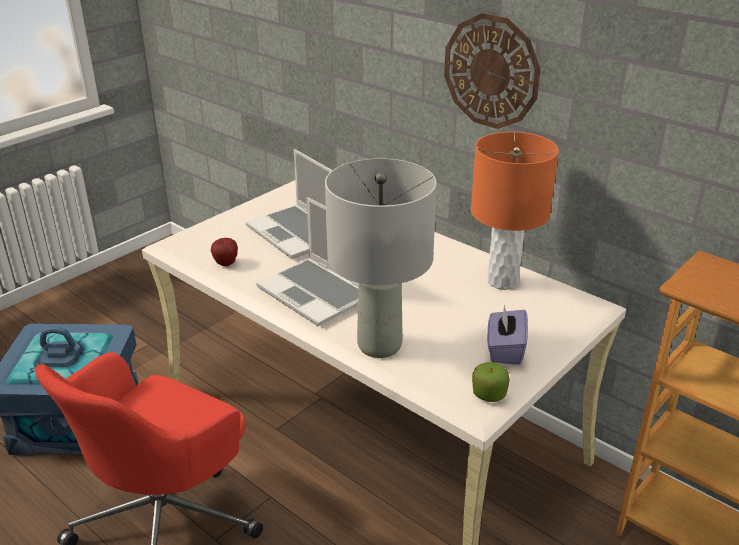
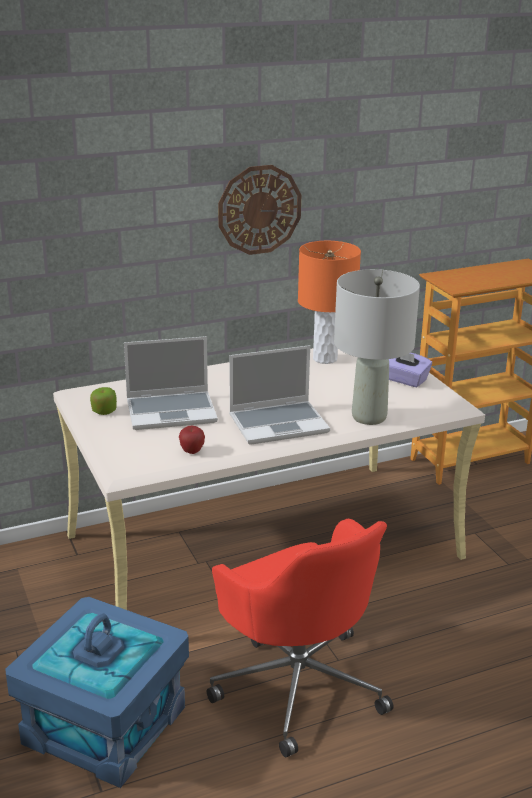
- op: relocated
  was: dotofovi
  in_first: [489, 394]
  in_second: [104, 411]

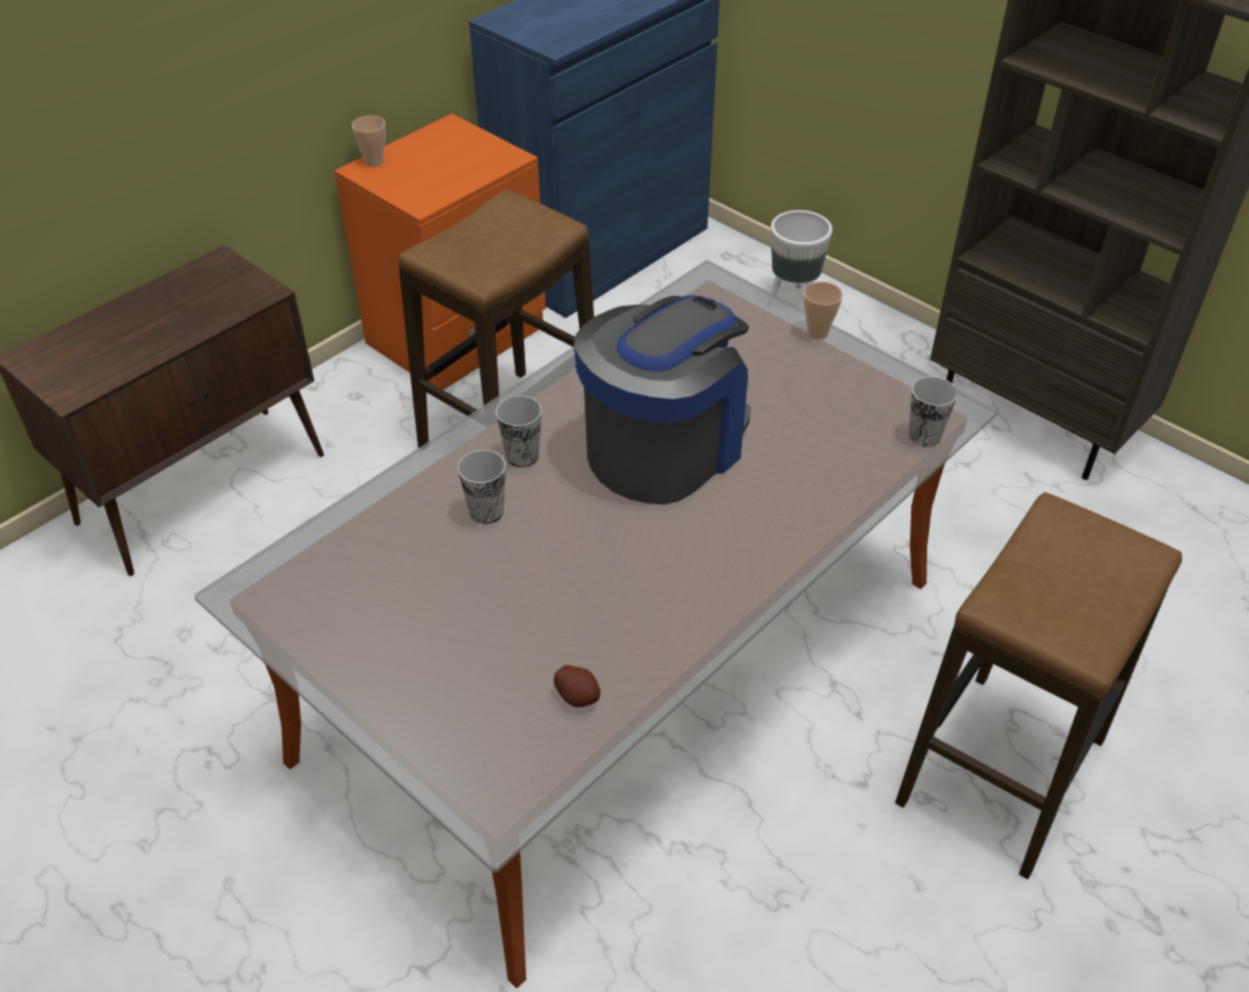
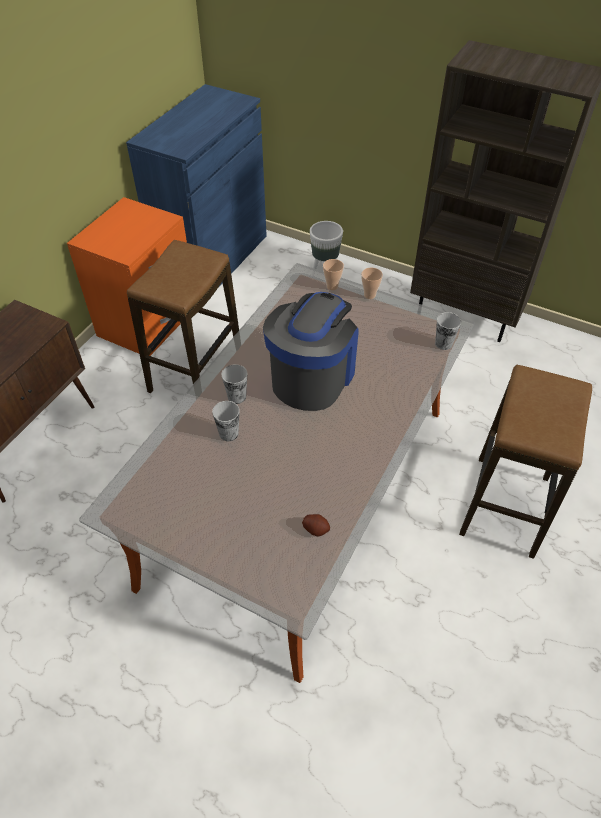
- op: relocated
  was: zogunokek
  in_first: [374, 162]
  in_second: [332, 286]

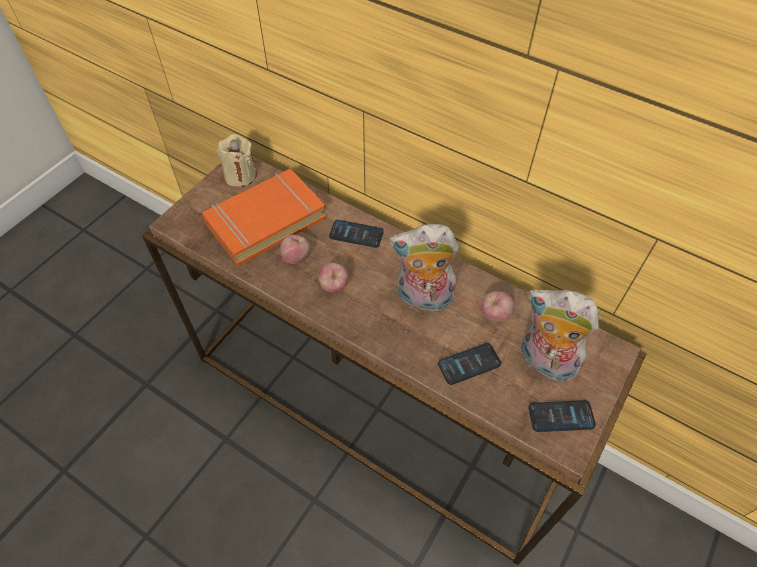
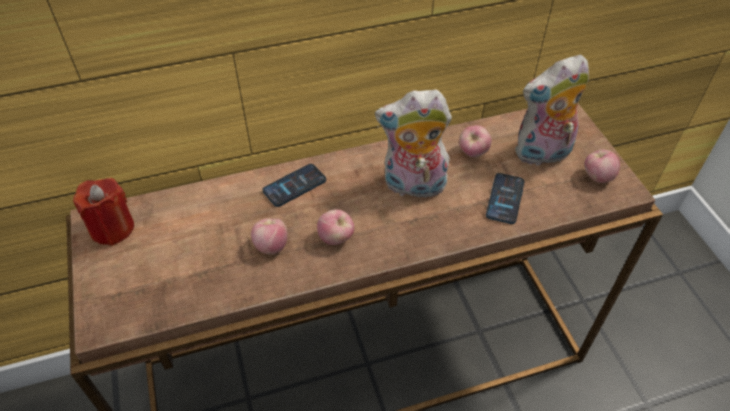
- op: colour
  was: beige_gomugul
  now: red_gomugul
  in_first: [240, 175]
  in_second: [112, 228]
- op: spun
  was: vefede
  in_first: [422, 299]
  in_second: [413, 186]
  clockwise: 45
- op: exchanged
  was: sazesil
  now: dotofovi
  in_first: [561, 416]
  in_second: [597, 177]
- op: missing
  was: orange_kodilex
  in_first: [265, 221]

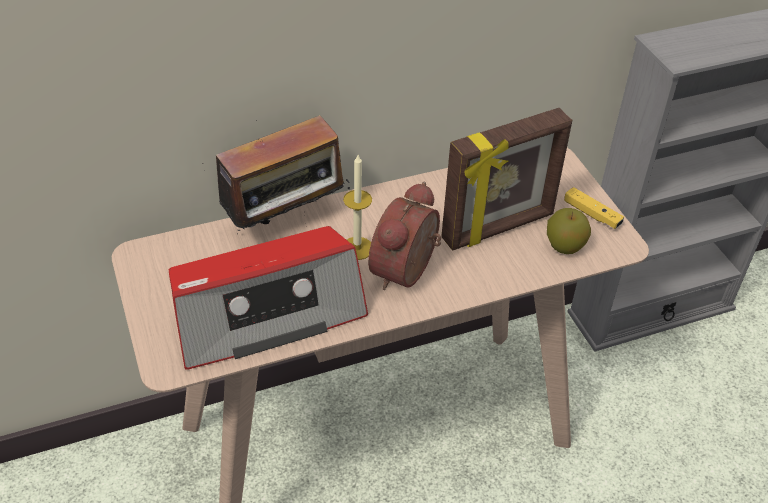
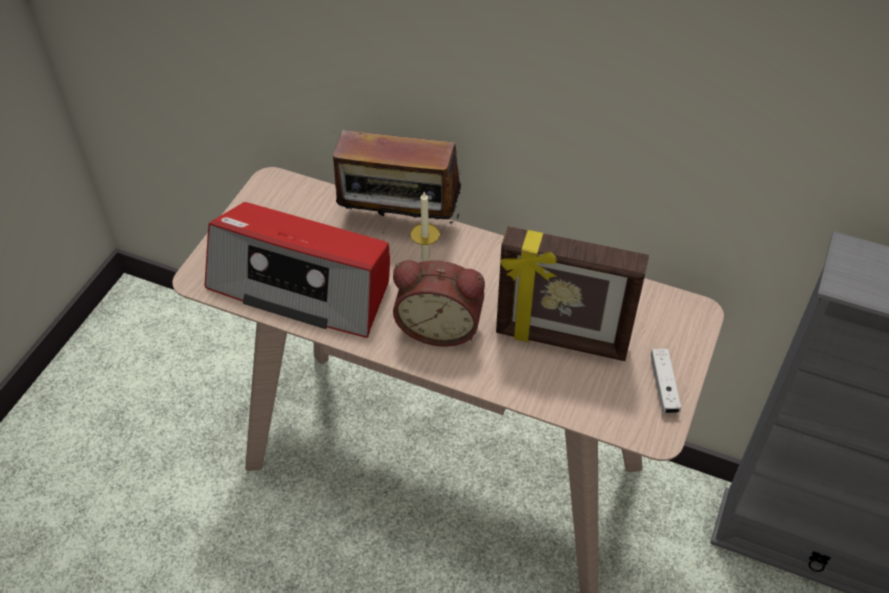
- op: spun
  was: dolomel
  in_first: [408, 272]
  in_second: [440, 326]
  clockwise: -150
- op: colour
  was: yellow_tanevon
  now: white_tanevon
  in_first: [592, 214]
  in_second: [663, 386]
- op: missing
  was: dotofovi
  in_first: [564, 246]

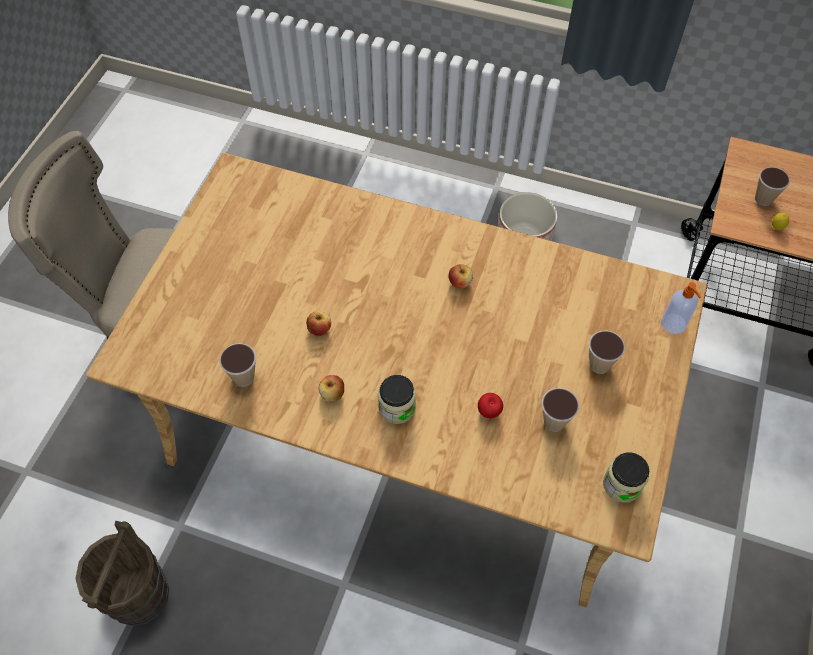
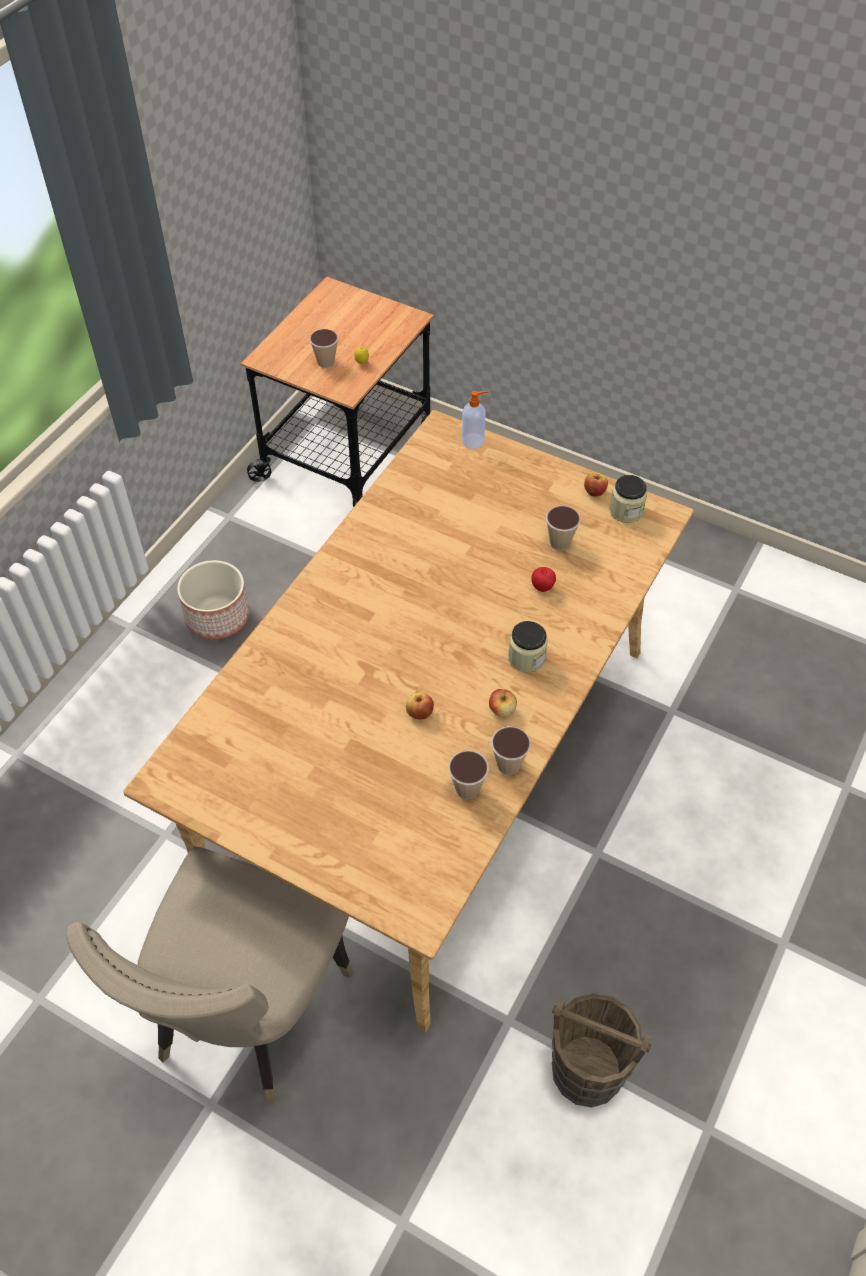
- op: relocated
  was: zogunokek
  in_first: [599, 365]
  in_second: [508, 765]
- op: relocated
  was: dotofovi
  in_first: [460, 282]
  in_second: [594, 492]

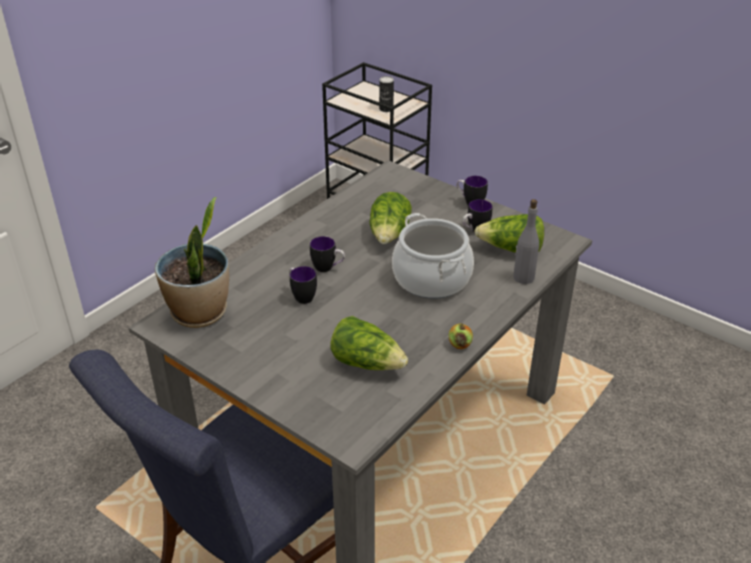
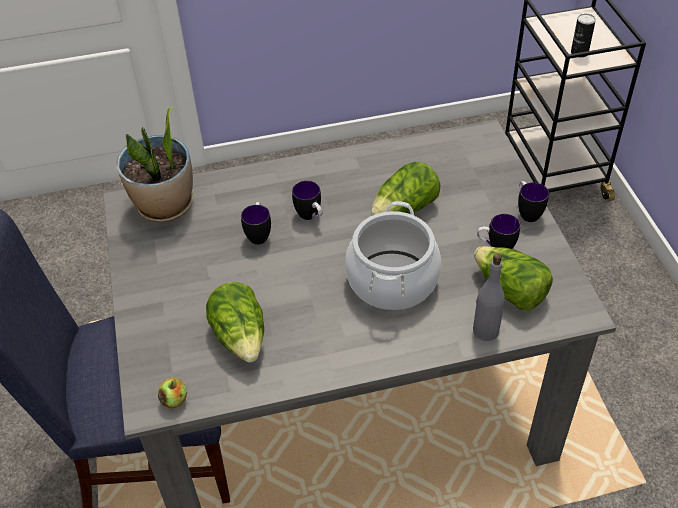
- op: relocated
  was: dotofovi
  in_first: [460, 344]
  in_second: [174, 400]

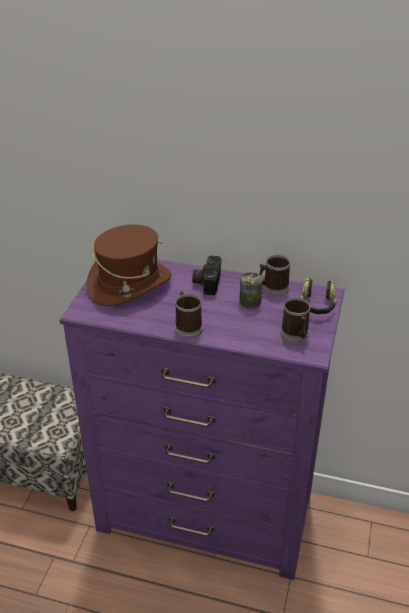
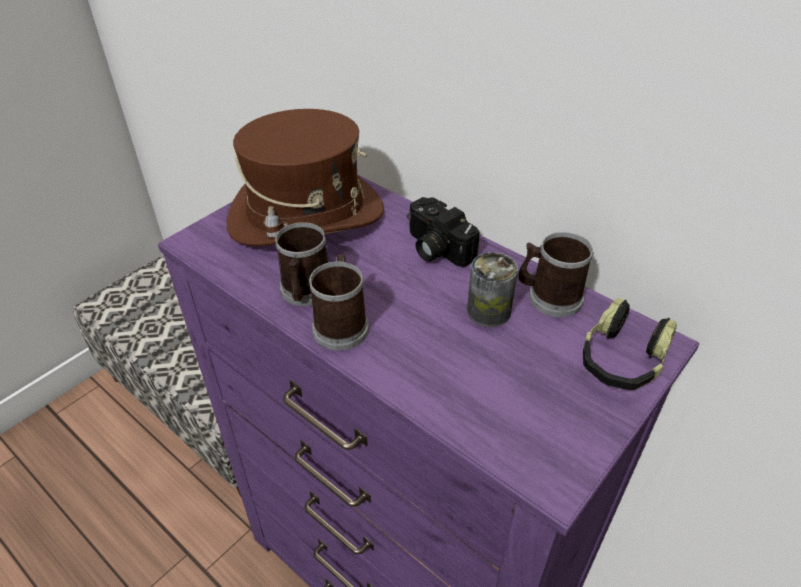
- op: relocated
  was: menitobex
  in_first: [295, 335]
  in_second: [305, 292]
- op: spun
  was: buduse
  in_first: [207, 282]
  in_second: [435, 248]
  clockwise: -75

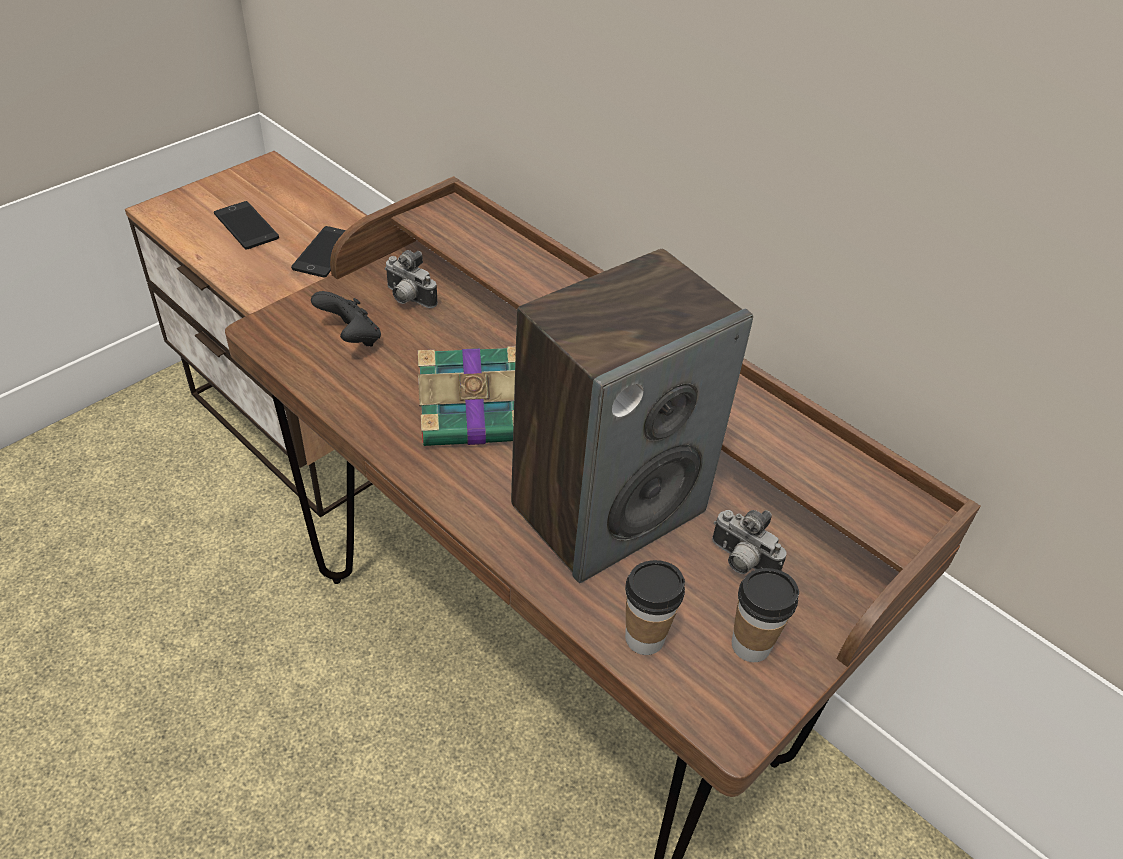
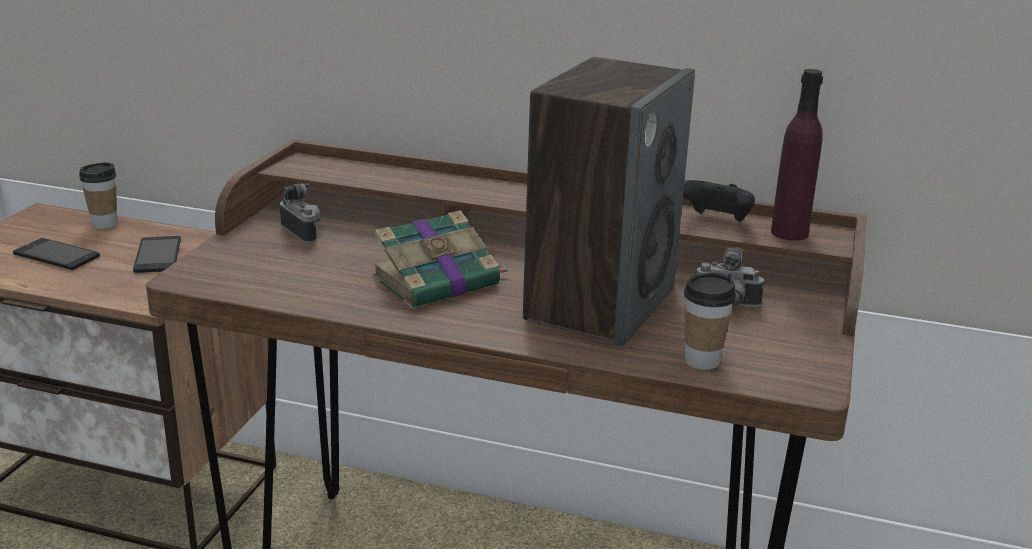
- op: relocated
  was: zogunokek
  in_first: [750, 645]
  in_second: [104, 224]
- op: spun
  was: buduse
  in_first: [408, 299]
  in_second: [304, 233]
  clockwise: -135
- op: relocated
  was: black_tanevon
  in_first: [351, 338]
  in_second: [716, 221]
- op: appeared
  now: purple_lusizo
  in_second: [789, 233]

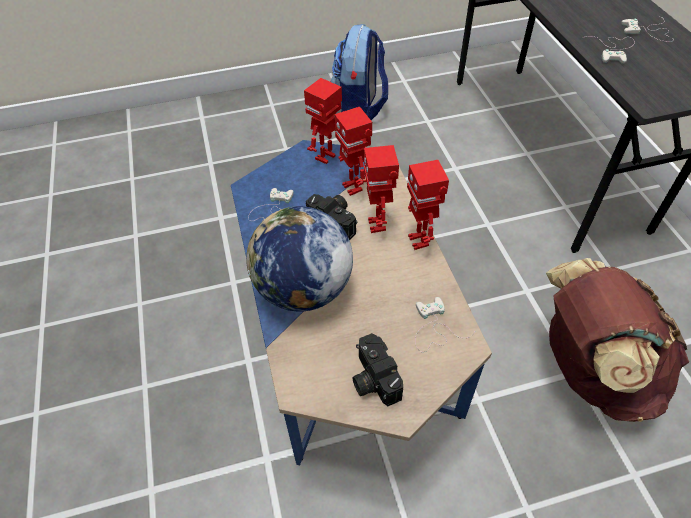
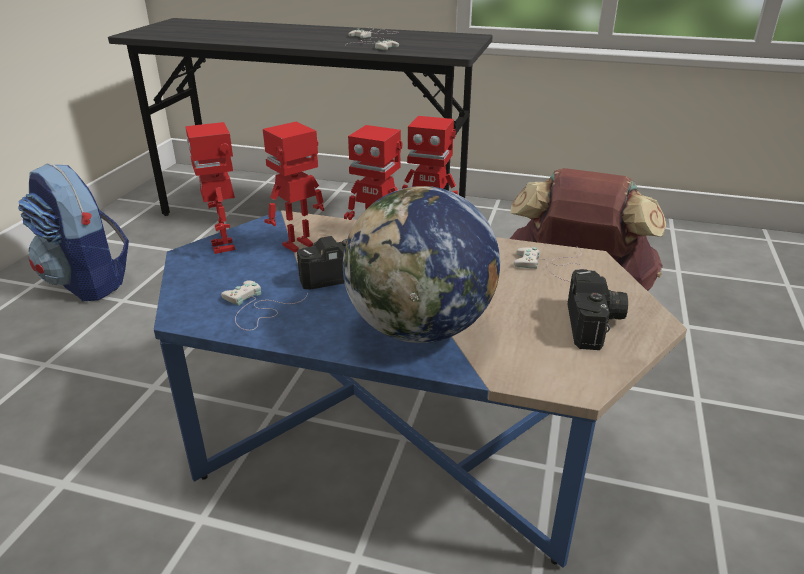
- op: spun
  was: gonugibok
  in_first: [353, 187]
  in_second: [299, 246]
  clockwise: 135
- op: spun
  was: buduse
  in_first: [372, 378]
  in_second: [595, 324]
  clockwise: -90

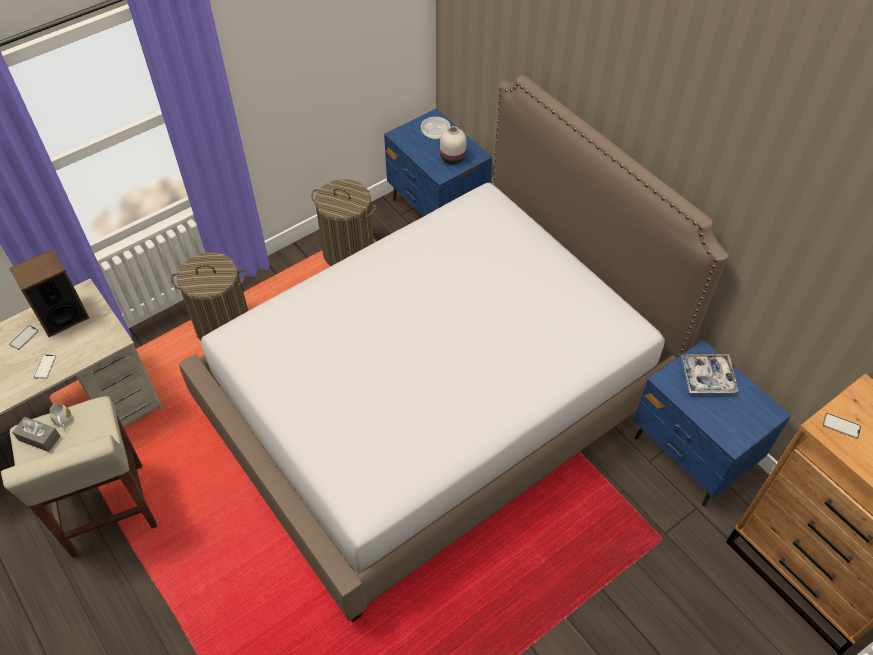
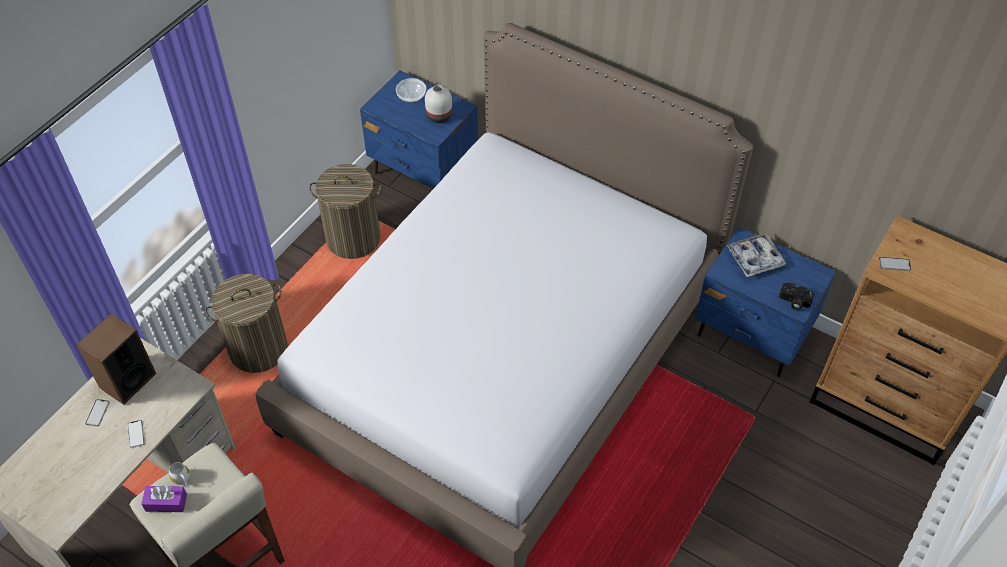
- op: colour
  was: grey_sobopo
  now: purple_sobopo
  in_first: [39, 438]
  in_second: [166, 502]
- op: appeared
  now: buduse
  in_second: [793, 302]

